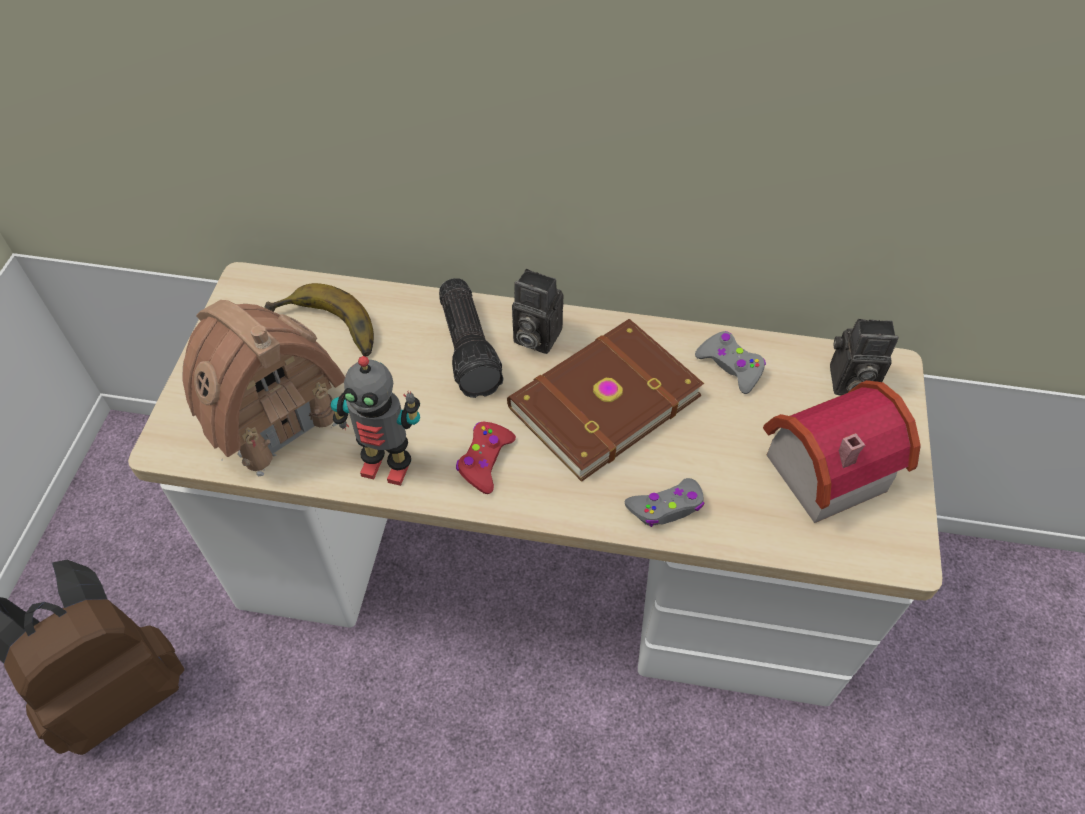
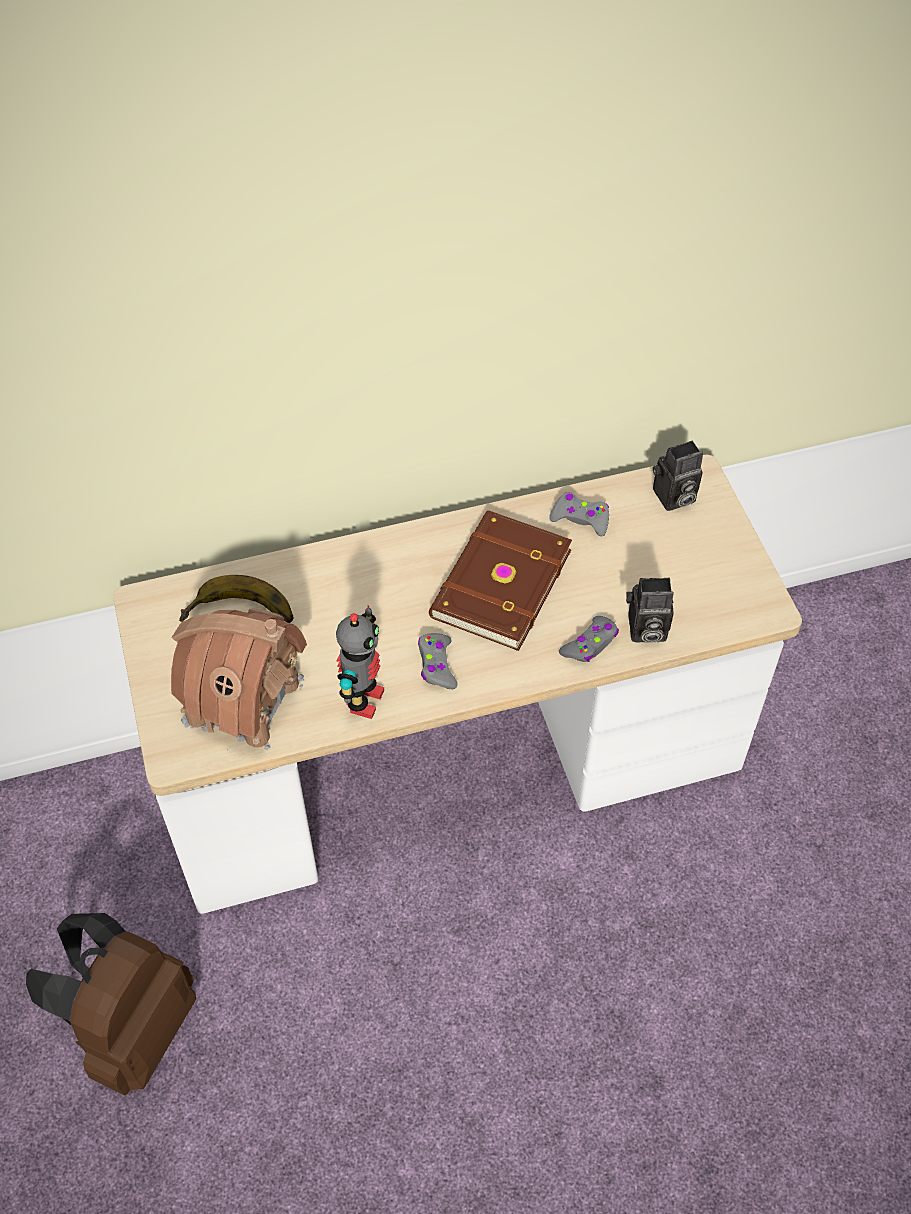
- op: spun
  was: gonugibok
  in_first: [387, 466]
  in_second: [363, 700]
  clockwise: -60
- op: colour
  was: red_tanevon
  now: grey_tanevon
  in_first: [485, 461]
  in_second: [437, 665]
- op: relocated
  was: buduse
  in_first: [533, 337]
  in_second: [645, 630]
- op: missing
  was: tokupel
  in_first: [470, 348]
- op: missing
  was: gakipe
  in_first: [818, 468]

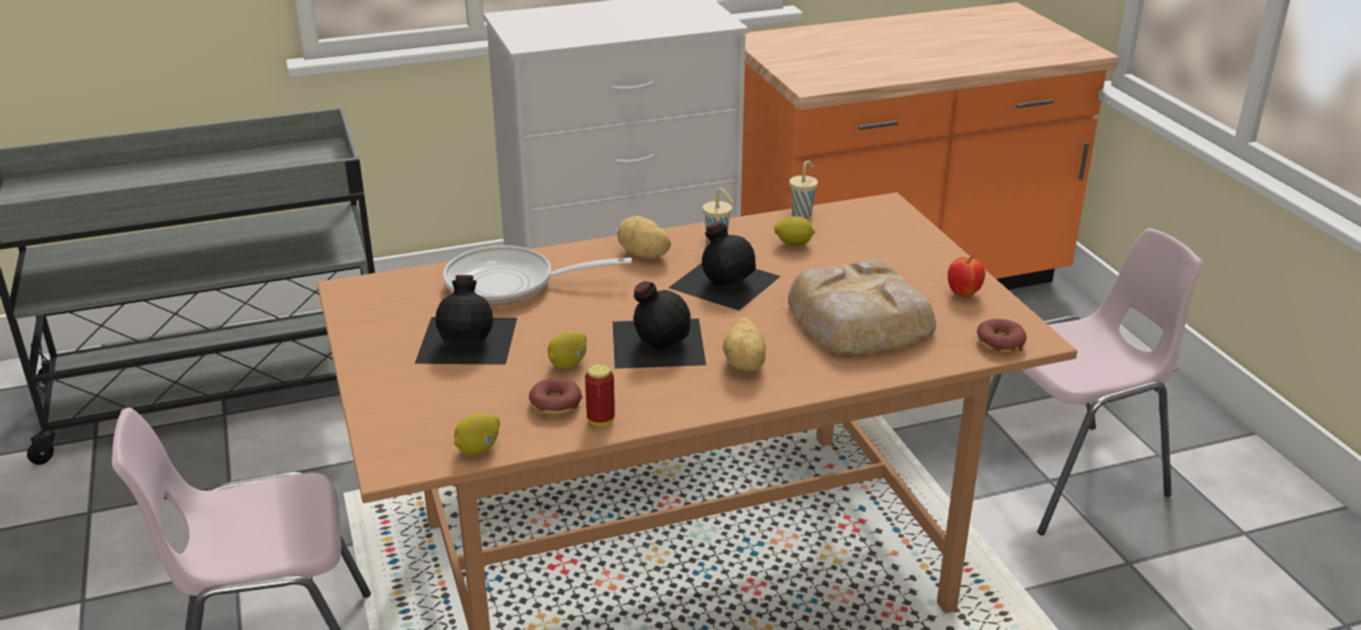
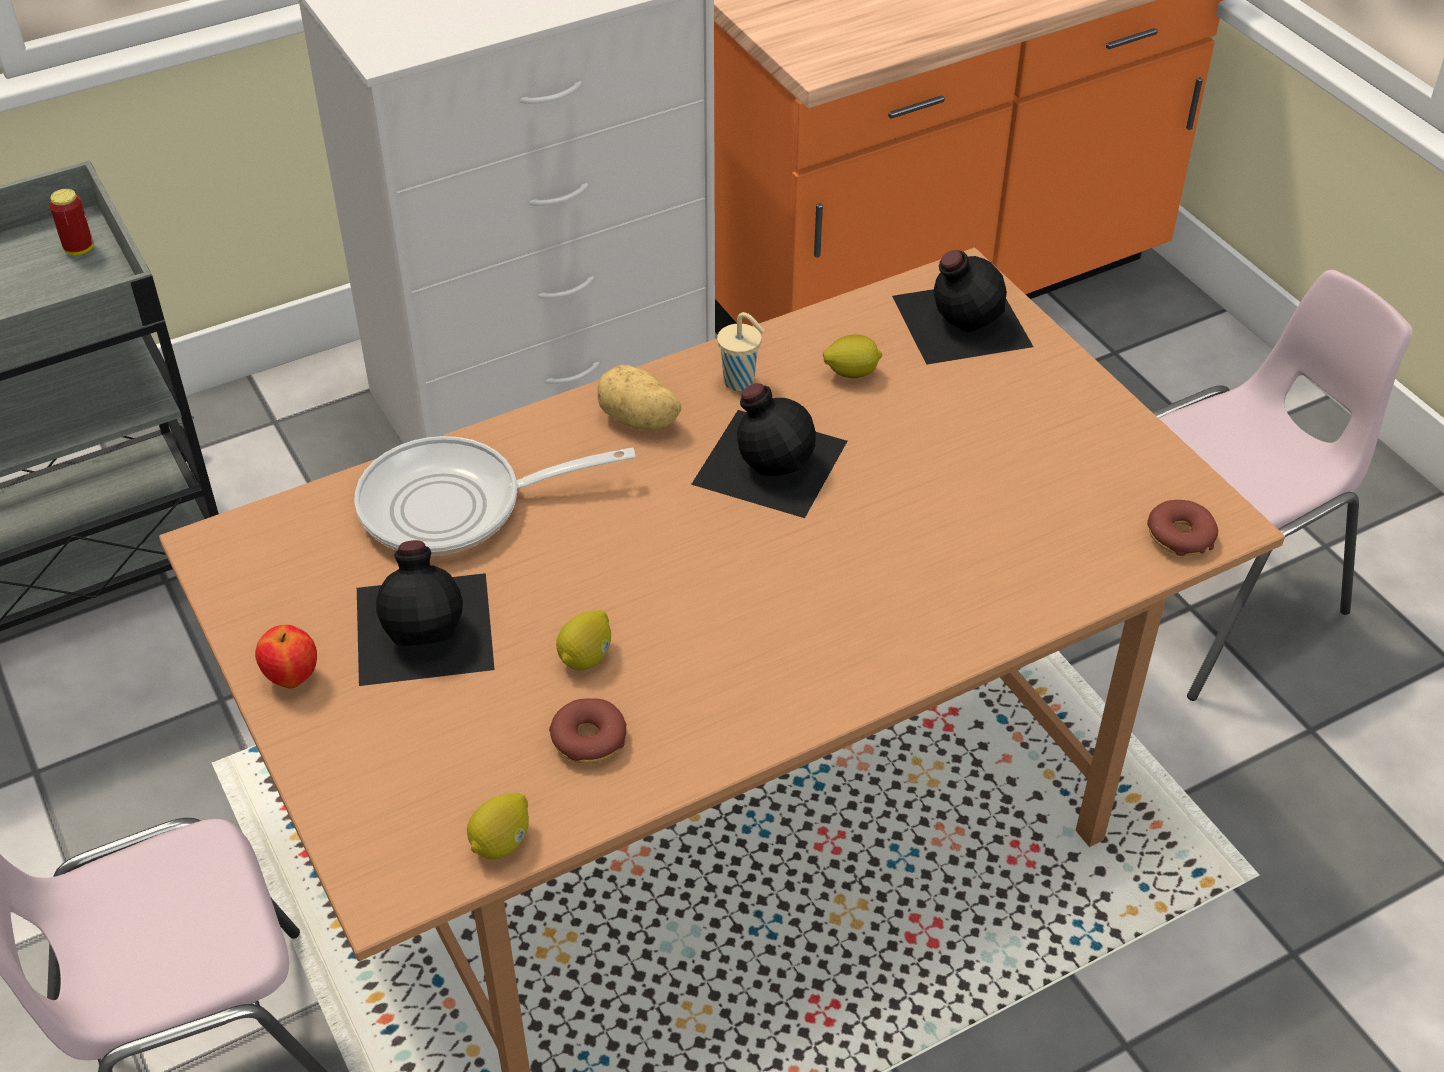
- op: relocated
  was: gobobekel
  in_first: [601, 420]
  in_second: [79, 249]
- op: relocated
  was: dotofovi
  in_first: [963, 294]
  in_second: [292, 678]
- op: relocated
  was: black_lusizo
  in_first: [656, 342]
  in_second: [959, 320]
- op: missing
  was: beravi
  in_first: [745, 363]
- op: missing
  was: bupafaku
  in_first: [859, 320]
- op: missing
  was: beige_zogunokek
  in_first: [802, 214]

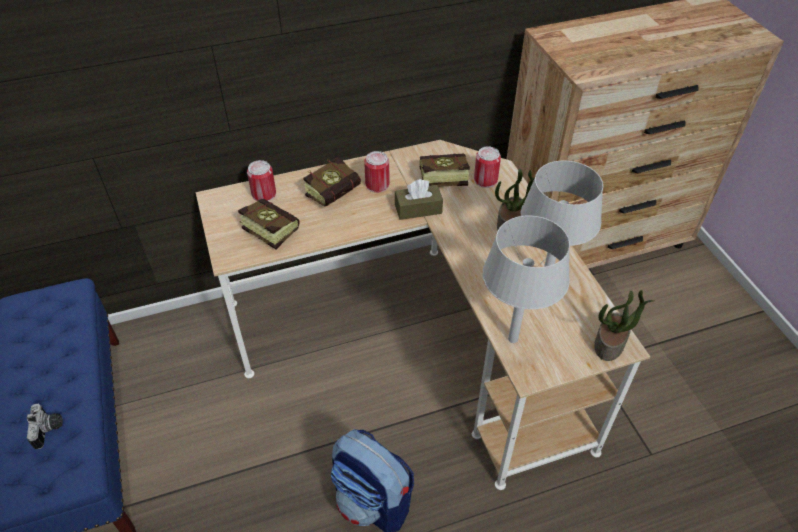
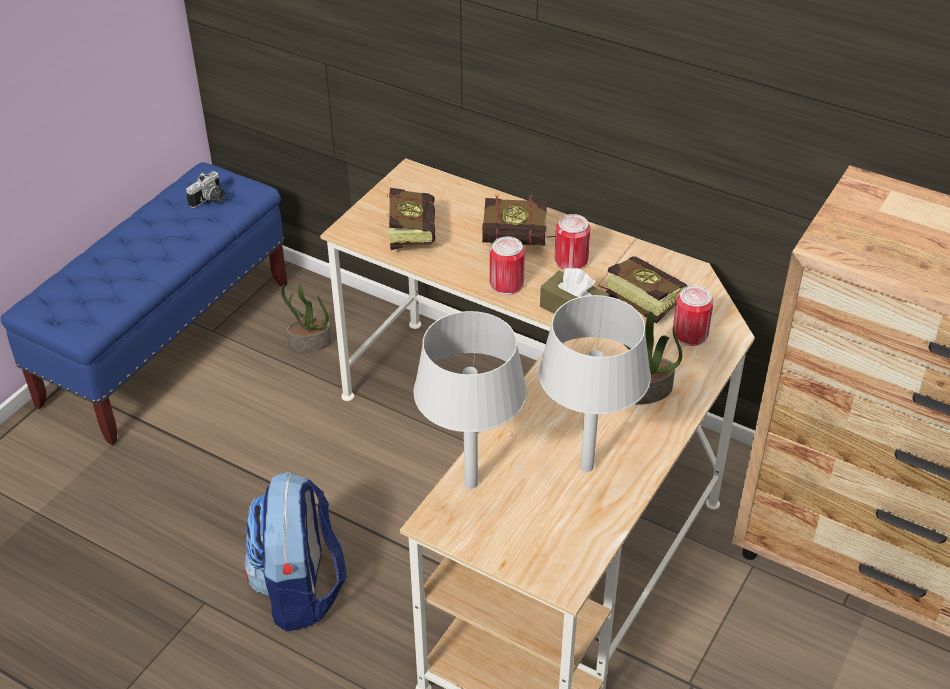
- op: relocated
  was: buduse
  in_first: [49, 430]
  in_second: [210, 200]
- op: relocated
  was: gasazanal
  in_first: [610, 344]
  in_second: [309, 343]
- op: relocated
  was: gobobekel
  in_first: [264, 194]
  in_second: [506, 284]

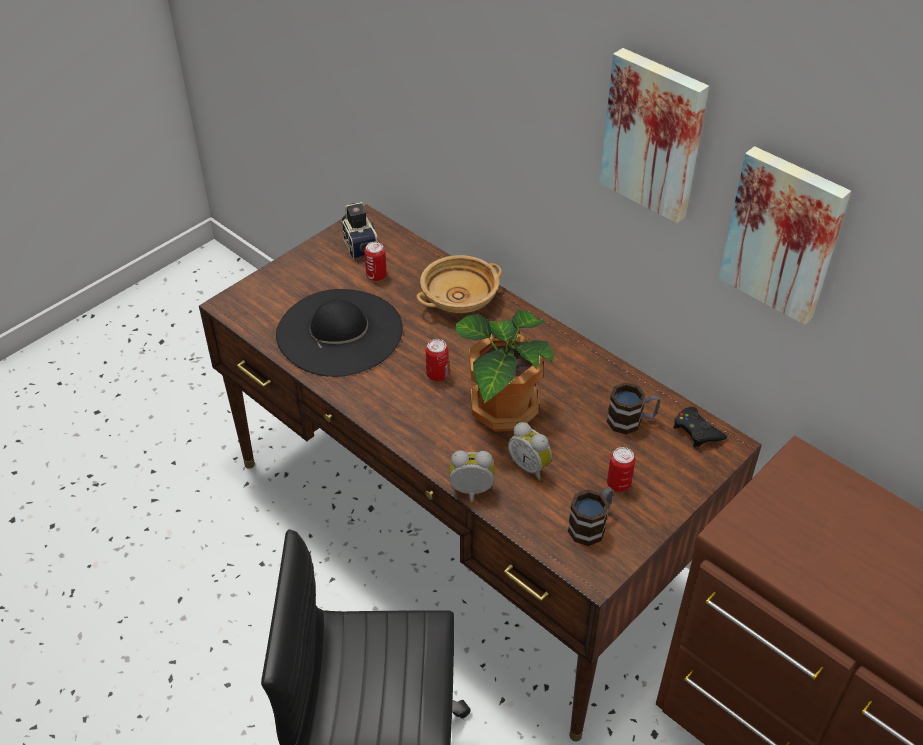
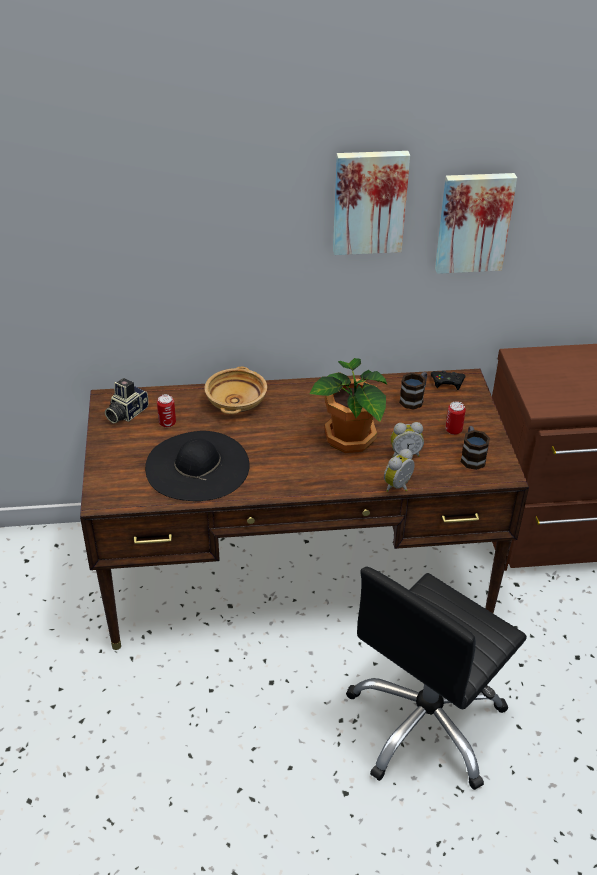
- op: spun
  was: buduse
  in_first: [360, 243]
  in_second: [126, 413]
  clockwise: -75
- op: missing
  was: gobobekel
  in_first: [437, 374]

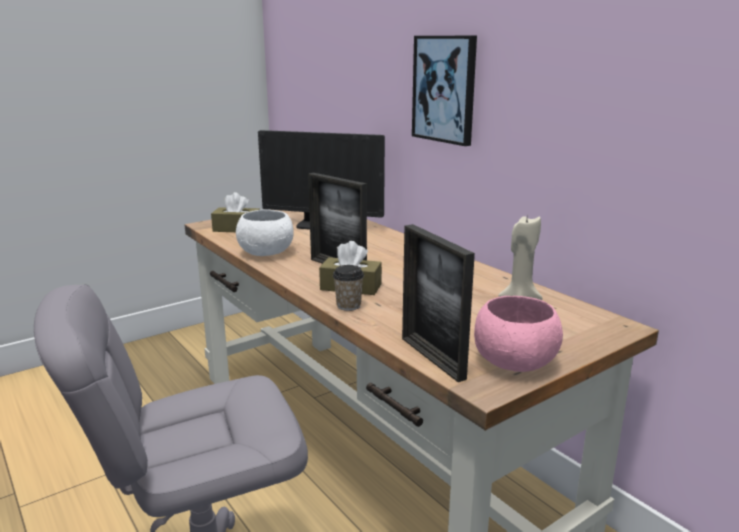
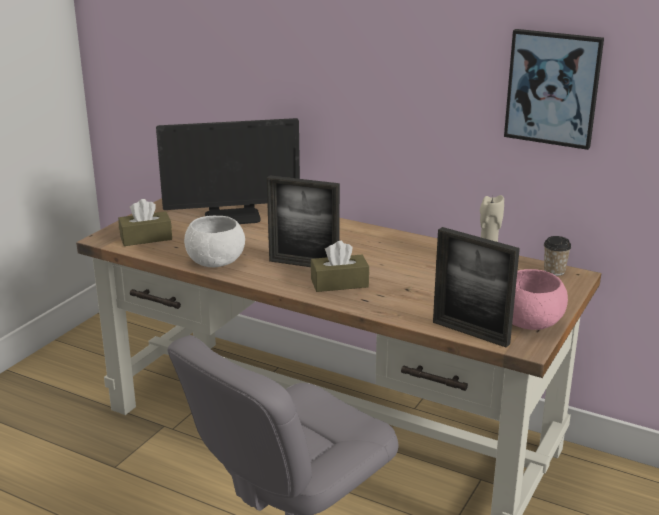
- op: relocated
  was: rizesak
  in_first: [445, 89]
  in_second: [553, 88]
- op: relocated
  was: zogunokek
  in_first: [348, 306]
  in_second: [554, 271]

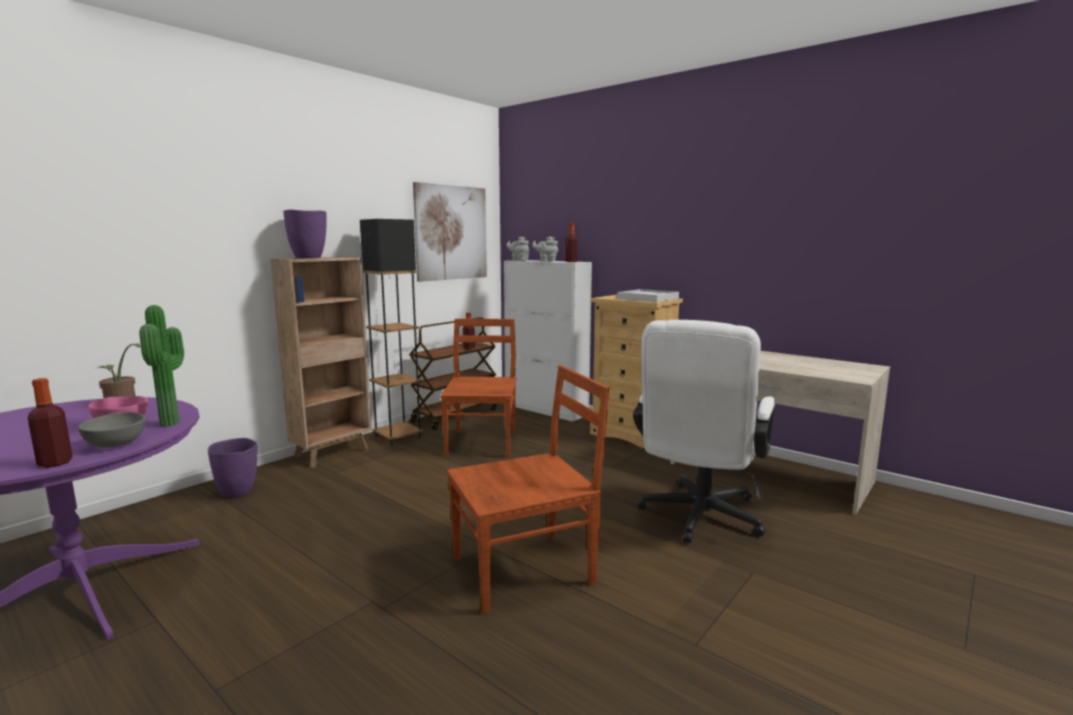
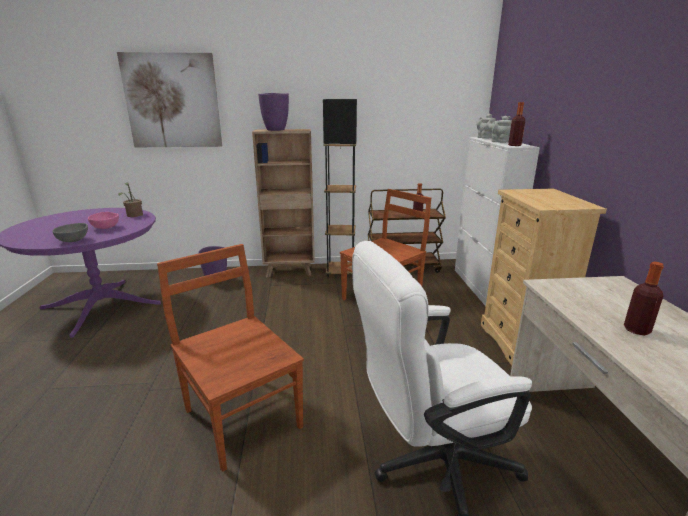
- op: relocated
  was: rizesak
  in_first: [451, 233]
  in_second: [172, 101]
- op: spun
  was: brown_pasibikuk
  in_first: [526, 569]
  in_second: [241, 416]
  clockwise: -150
- op: relocated
  was: lusizo
  in_first: [55, 463]
  in_second: [636, 330]
- op: missing
  was: gasazanal
  in_first: [173, 423]
- op: missing
  was: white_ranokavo
  in_first: [647, 298]

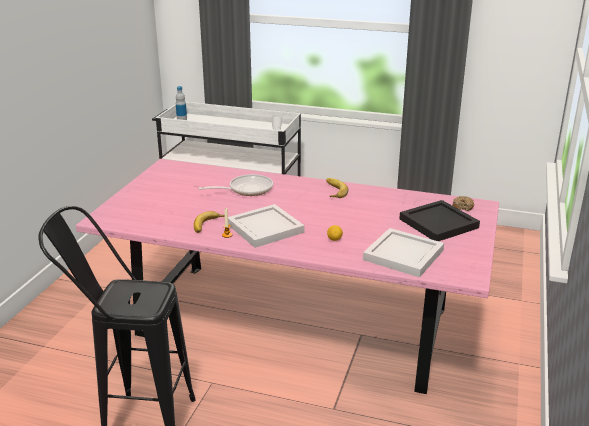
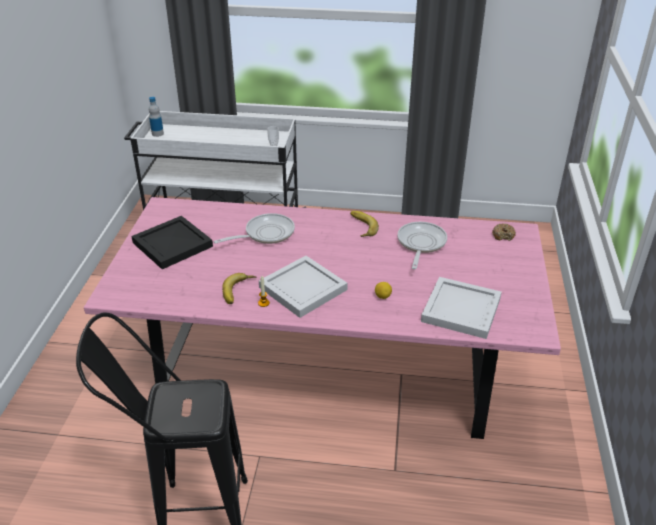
- op: relocated
  was: black_ranokavo
  in_first: [438, 224]
  in_second: [172, 245]
- op: appeared
  now: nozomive
  in_second: [420, 244]

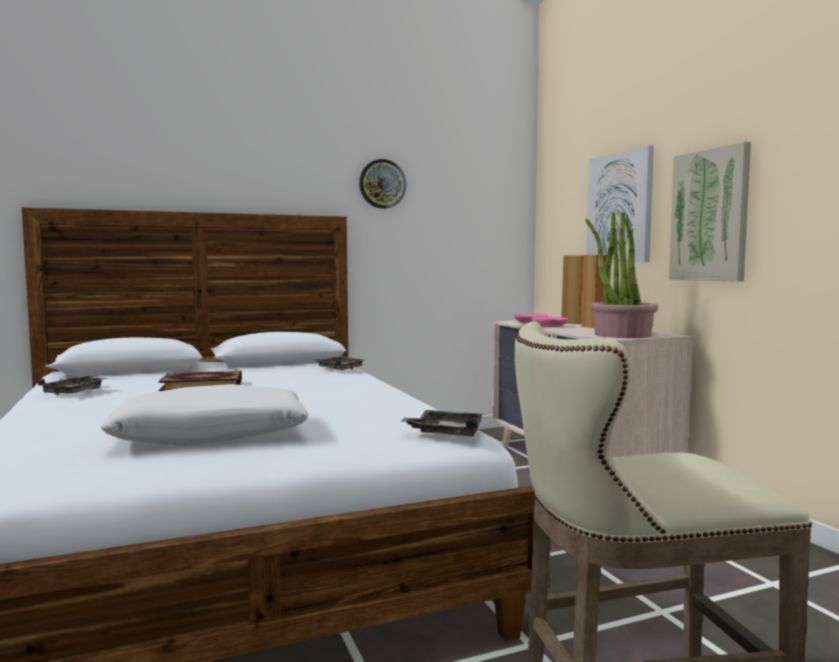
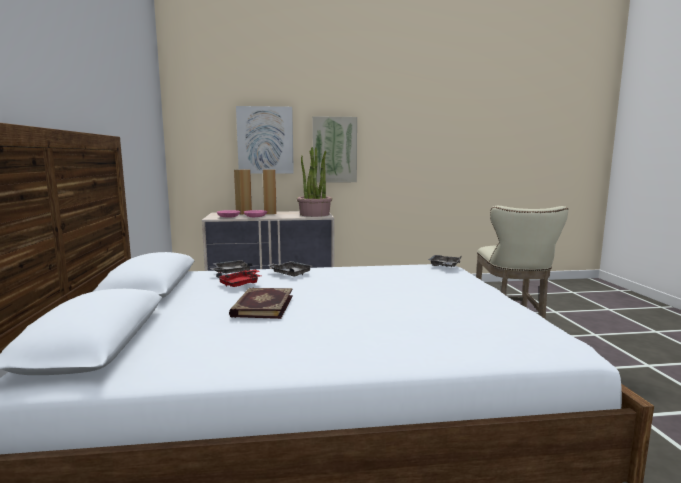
- op: appeared
  now: red_ranokavo
  in_second: [241, 284]
- op: relocated
  was: grey_ranokavo
  in_first: [76, 392]
  in_second: [290, 273]
- op: missing
  was: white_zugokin
  in_first: [211, 435]
- op: missing
  was: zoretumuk
  in_first: [382, 184]

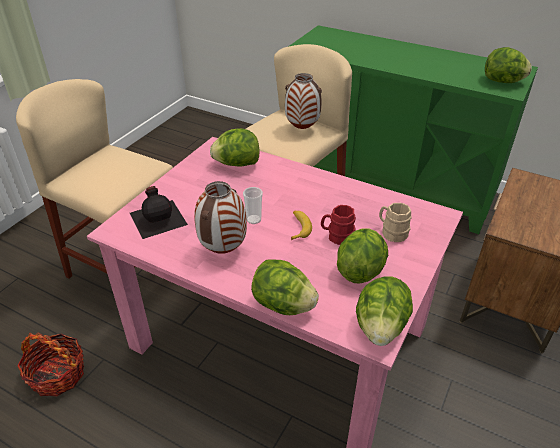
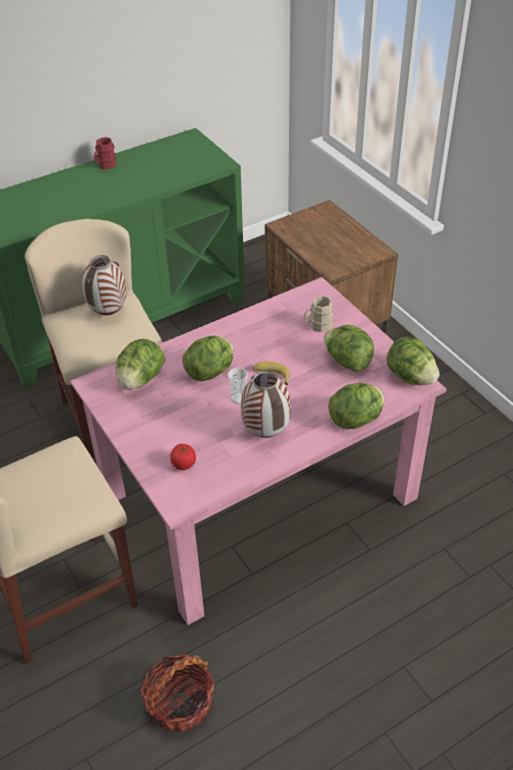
- op: relocated
  was: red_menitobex
  in_first: [337, 236]
  in_second: [105, 165]
- op: exchanged
  was: black_lusizo
  now: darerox
  in_first: [158, 218]
  in_second: [184, 464]
- op: relocated
  was: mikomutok
  in_first: [503, 81]
  in_second: [210, 371]

